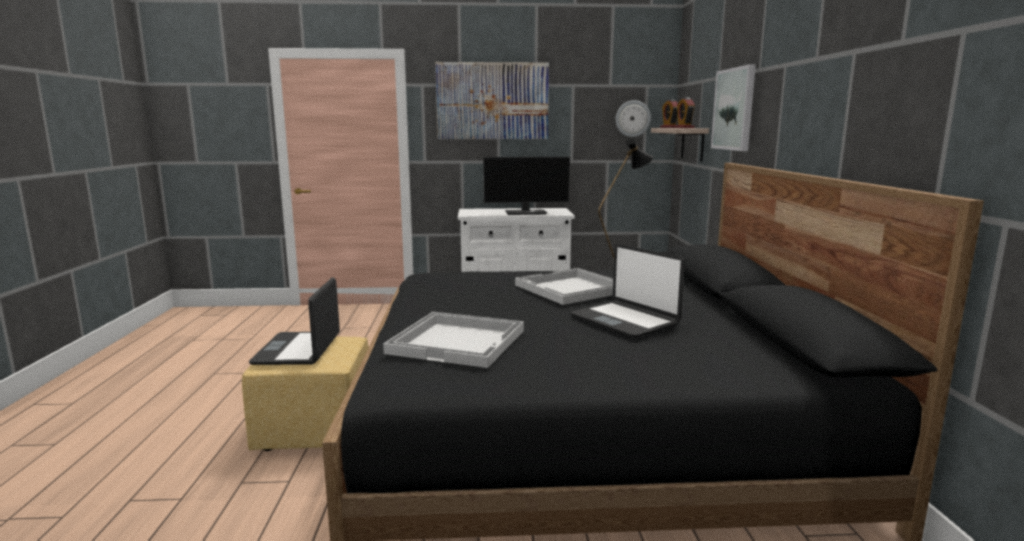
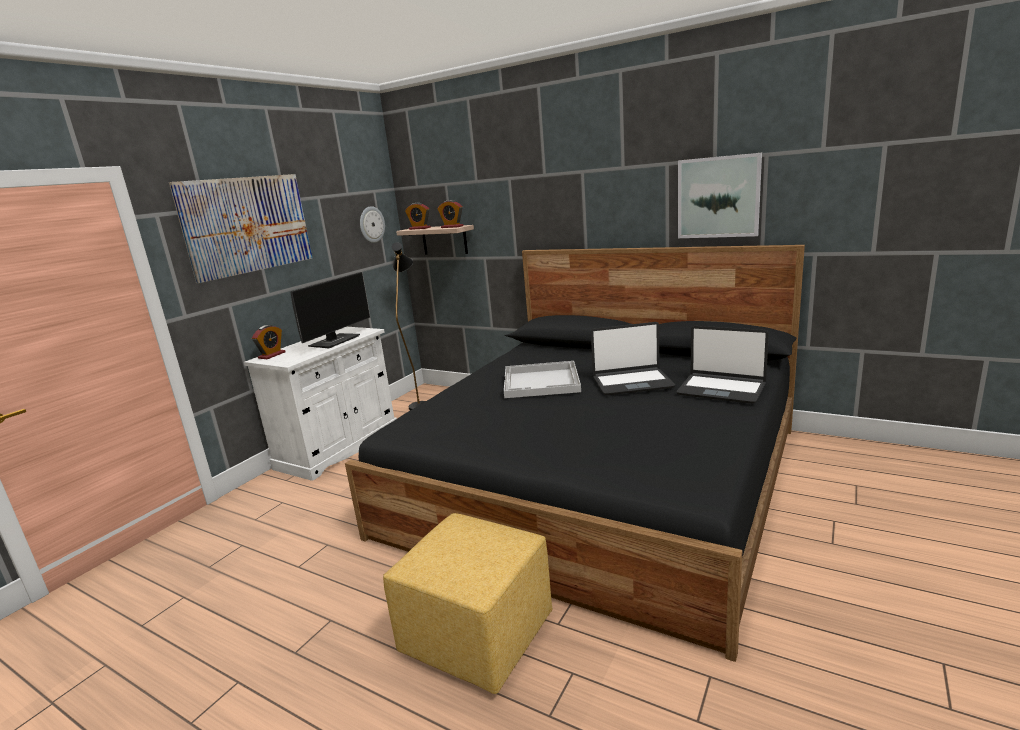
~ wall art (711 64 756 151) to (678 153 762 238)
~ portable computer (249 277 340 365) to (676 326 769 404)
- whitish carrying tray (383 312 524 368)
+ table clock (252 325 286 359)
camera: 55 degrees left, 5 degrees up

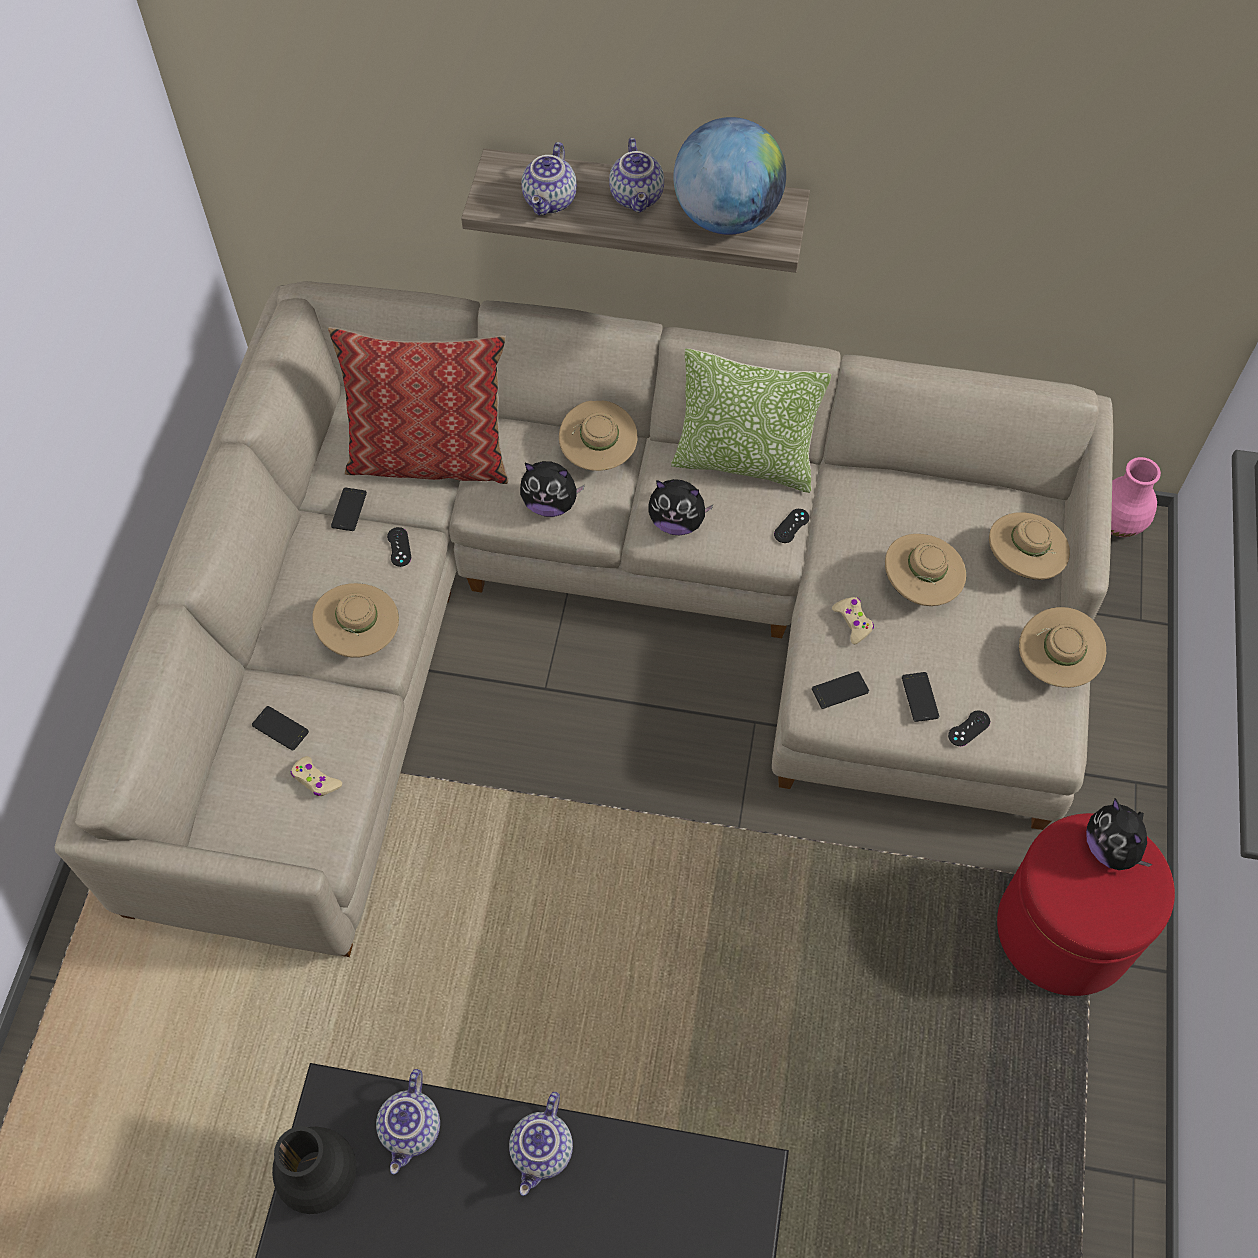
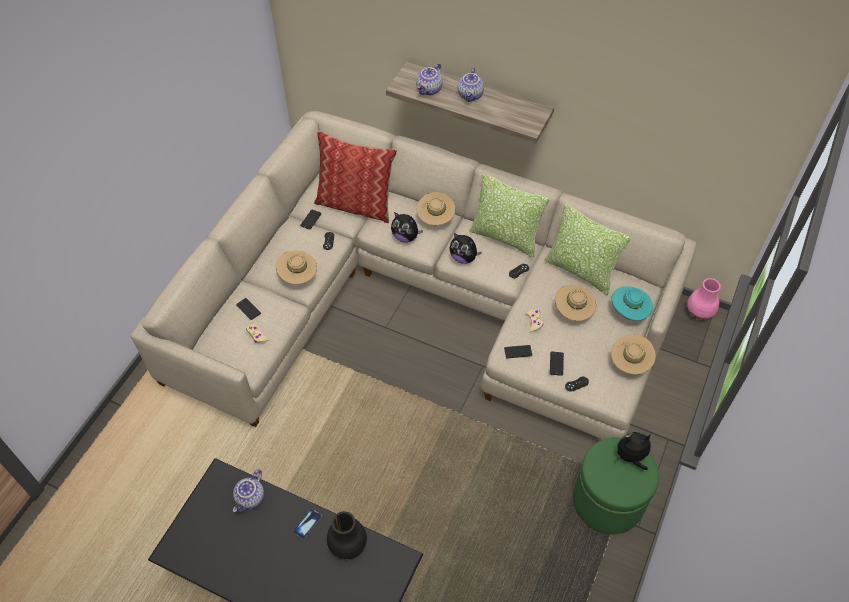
- globe (673 117 786 235)
~ beige-coloured clothing hat (989 512 1070 580) to turquoise-coloured clothing hat (612 286 653 321)
~ soft toy (1086 798 1153 870) = (617 432 651 470) 90 degrees clockwise
~ red pouffe (997 813 1175 996) to green pouffe (573 437 659 534)
~ tea pot (509 1092 573 1196) to phone (293 508 322 539)
~ black decorative vase (272 1126 357 1214) to (327 511 367 559)
+ cushion (544 204 631 295)
camera: 15 degrees right, 5 degrees down

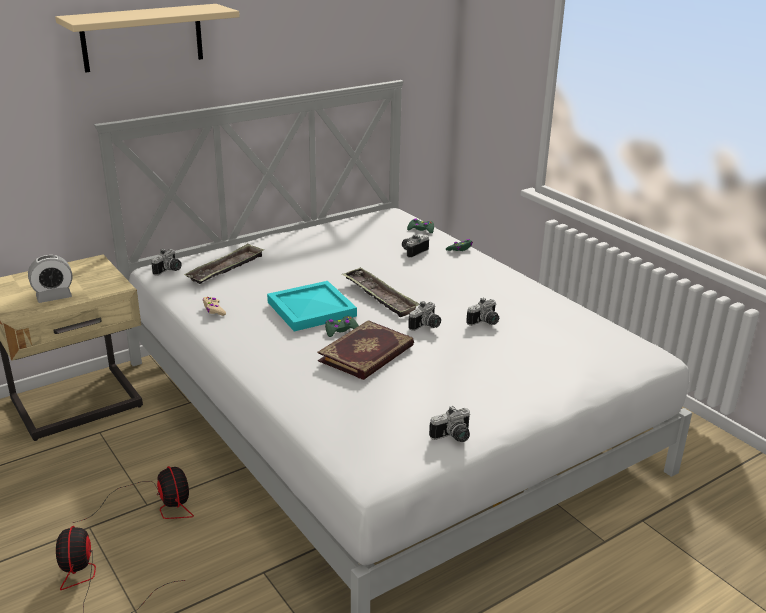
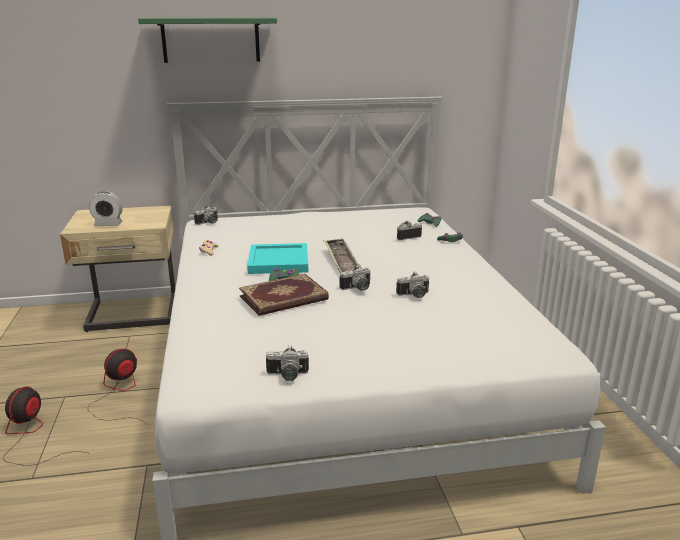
~ beige-coloured shelf (55 4 240 72) to green shelf (138 18 277 63)
- carrying tray (184 243 264 284)
~ cooling fan (73 466 194 523) = (89 349 145 423) 135 degrees counterclockwise
camera: 25 degrees right, 5 degrees down

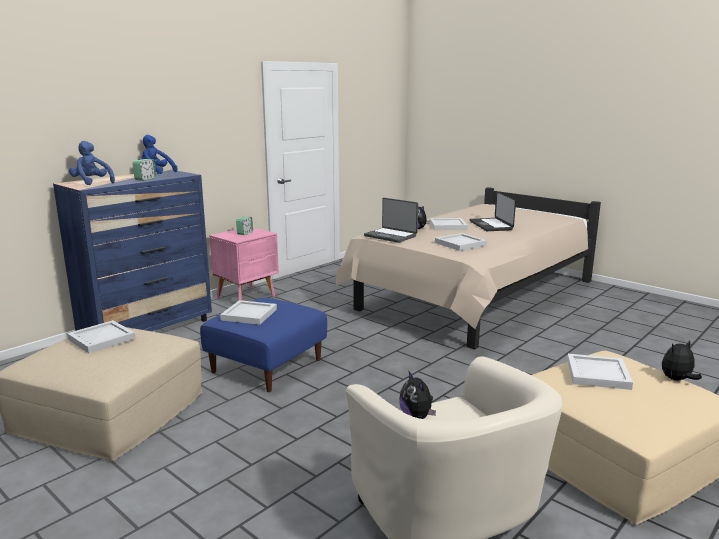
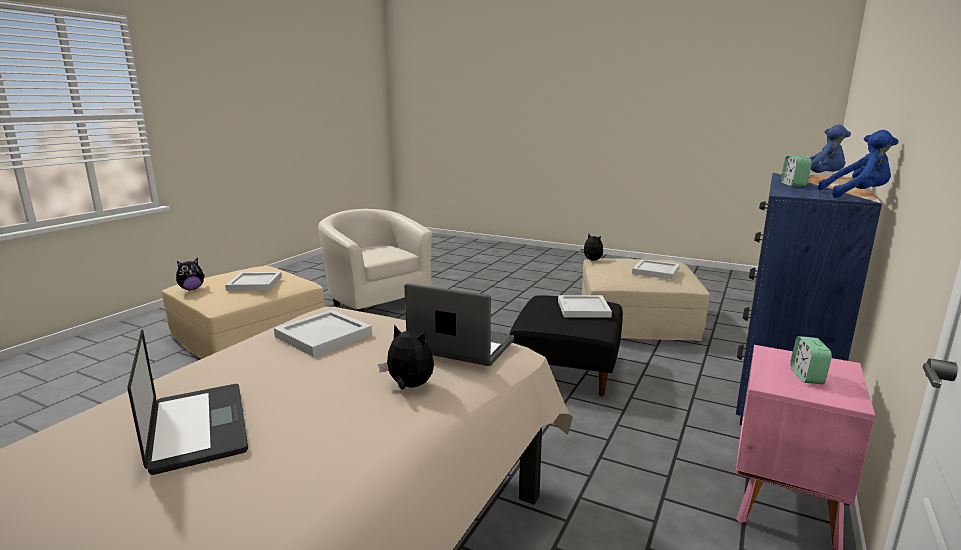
- whitish carrying tray (430 218 468 230)
~ blue-coloured pouffe (200 298 327 392) to black pouffe (510 295 623 396)
~ soft toy (399 370 436 419) to (580 234 603 261)
camera: 165 degrees right, 0 degrees up

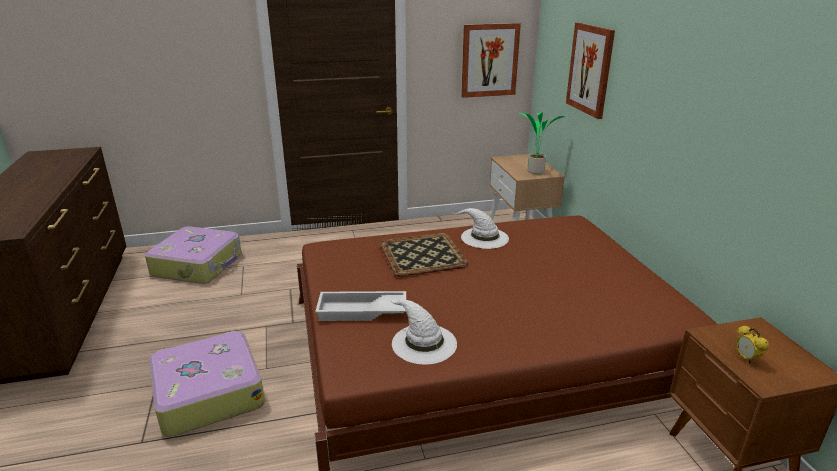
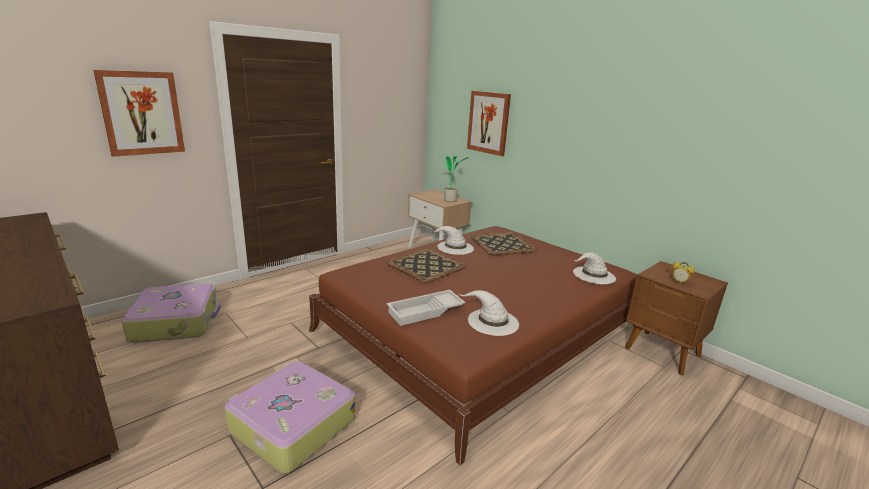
~ wall art (461 23 521 98) to (93 70 185 157)
+ carrying tray (471 233 537 256)
+ whitish clothing hat (573 252 616 284)
camera: 30 degrees left, 5 degrees down

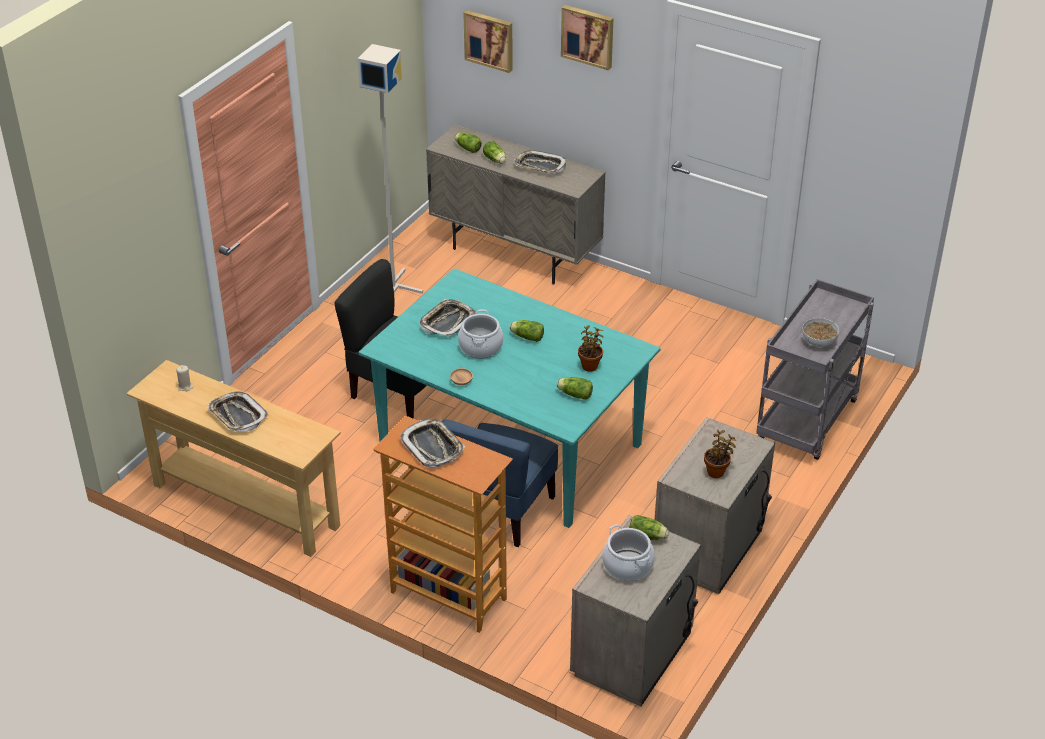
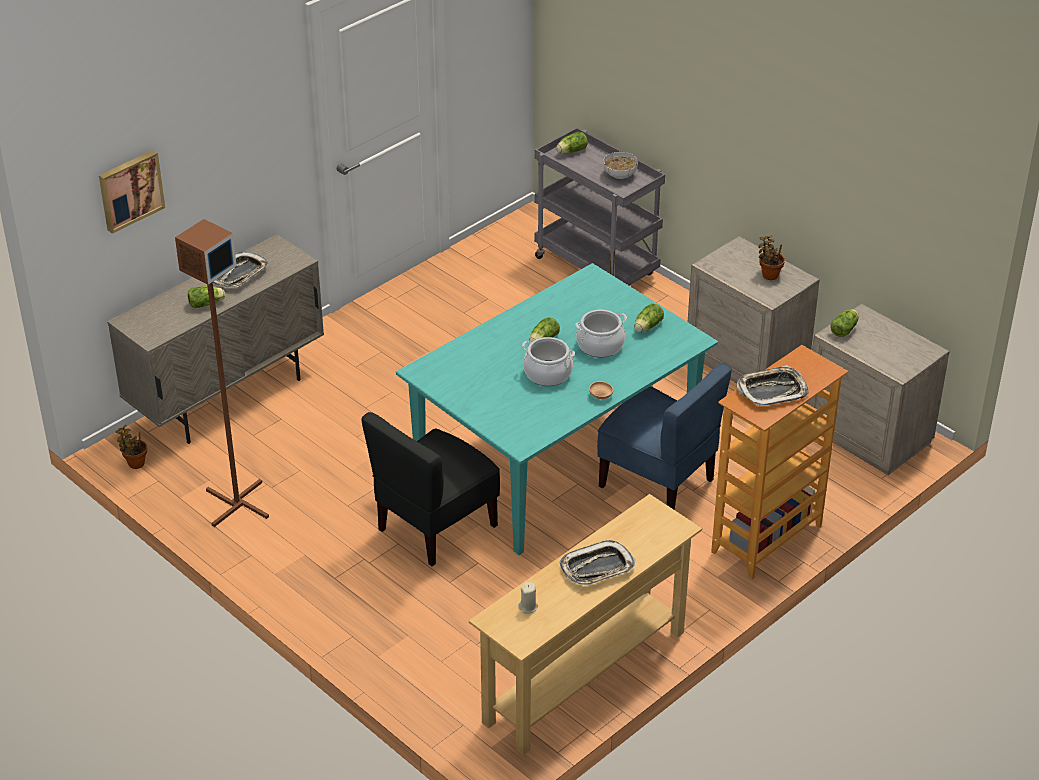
- wall art (561 5 614 70)
~ greyish standard lamp (357 44 423 294) to brown standard lamp (175 219 269 527)
~ lettuce (455 132 482 153) to (556 132 588 154)
- carrying tray (420 299 476 337)
~ plant in a pot (578 325 603 372) to (115 425 147 469)
~ cooking pot (602 524 655 581) to (575 310 627 358)
camera: 75 degrees left, 0 degrees up

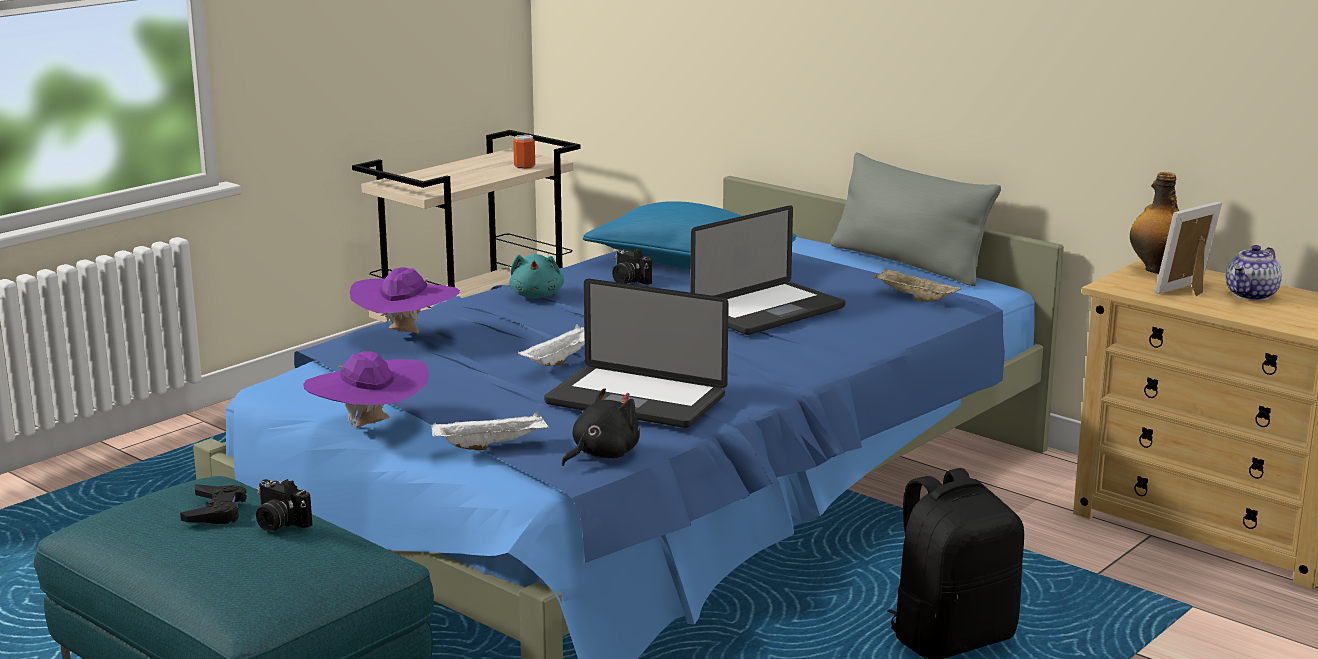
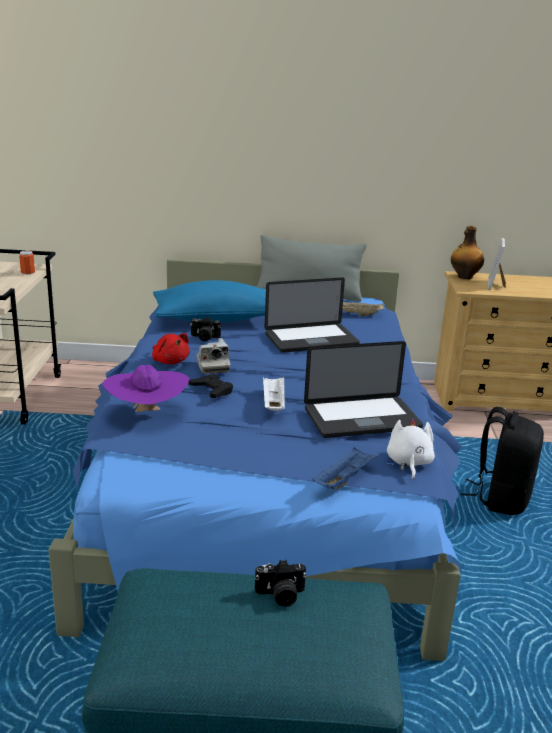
~ portable computer (691 205 845 335) = (264 278 360 353) 60 degrees clockwise
- tea pot (1226 245 1282 301)
~ turquoise-coloured soft toy (509 254 564 298) to red soft toy (152 333 190 364)
- purple-coloured clothing hat (303 351 429 427)
~ black soft toy (561 388 640 466) to whitish soft toy (387 419 435 480)
~ whitish carrying tray (431 411 549 450) to blue-coloured carrying tray (312 447 377 489)
~ black game controller (180 484 247 524) to (189 374 233 398)
+ still camera (196 338 230 374)
camera: 40 degrees left, 5 degrees up

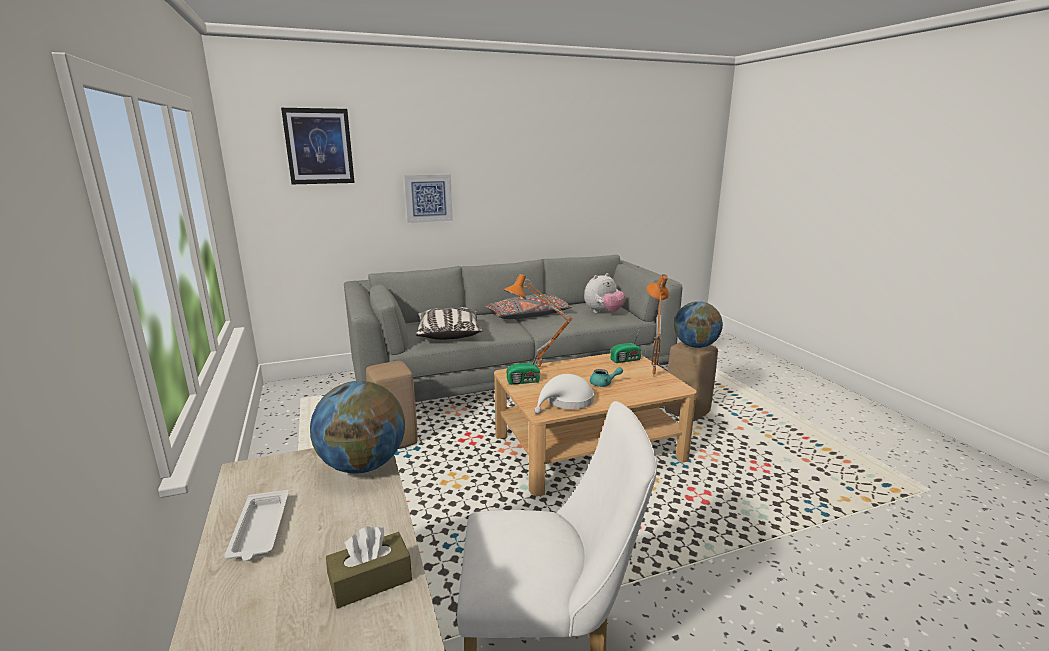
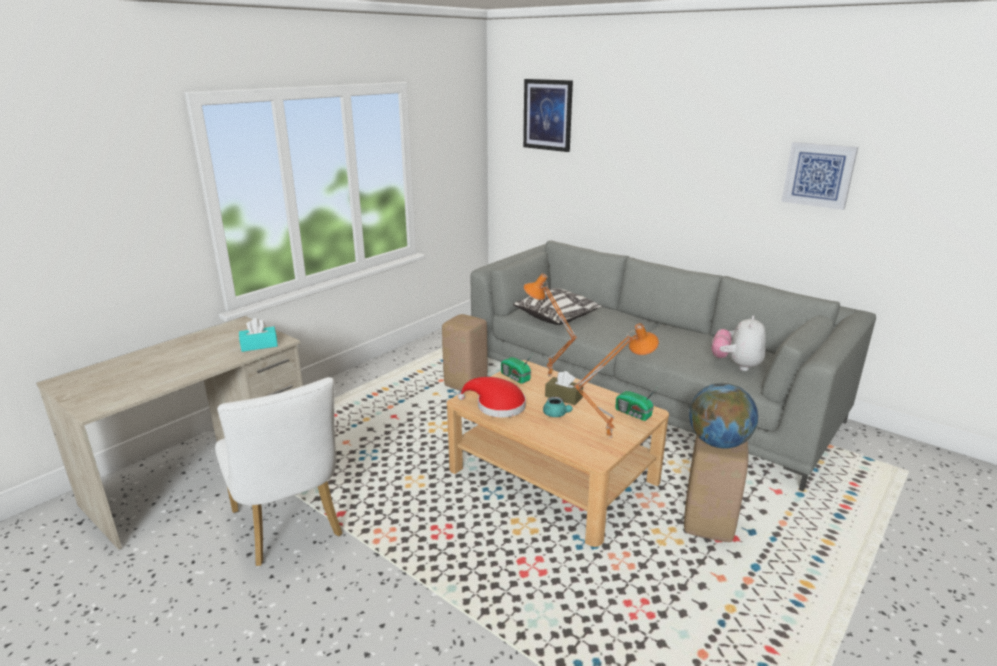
~ wall art (404 174 453 223) to (781 142 858 210)
~ soft toy (584 273 626 313) = (712 315 766 371) 90 degrees clockwise
- greyish cushion (485 294 572 319)
~ whitish clothing hat (534 374 594 414) to red clothing hat (458 377 526 418)
~ globe (310 381 405 474) to turquoise-coloured box of tissues (239 318 278 352)
- whitish carrying tray (224 490 289 561)
~ brown box of tissues (326 526 412 609) to (545 371 583 405)
camera: 60 degrees right, 5 degrees up

